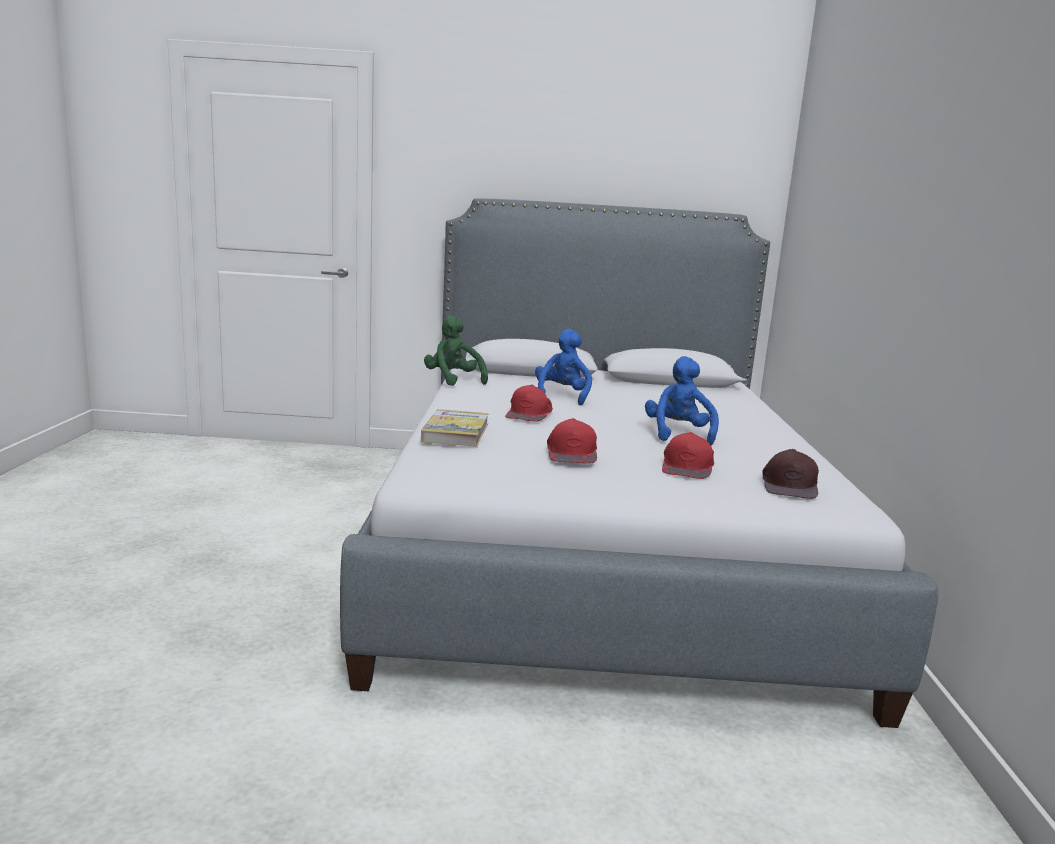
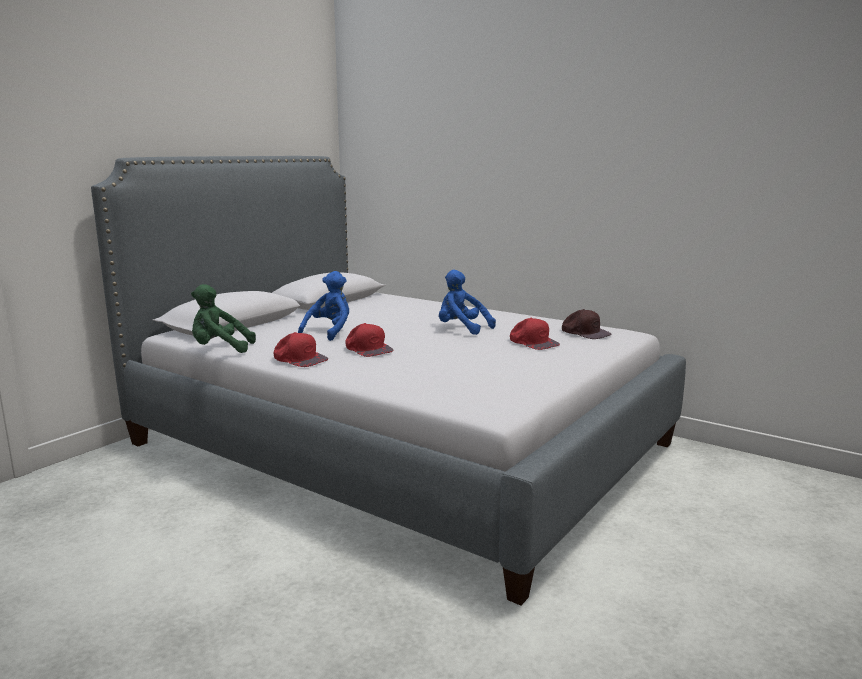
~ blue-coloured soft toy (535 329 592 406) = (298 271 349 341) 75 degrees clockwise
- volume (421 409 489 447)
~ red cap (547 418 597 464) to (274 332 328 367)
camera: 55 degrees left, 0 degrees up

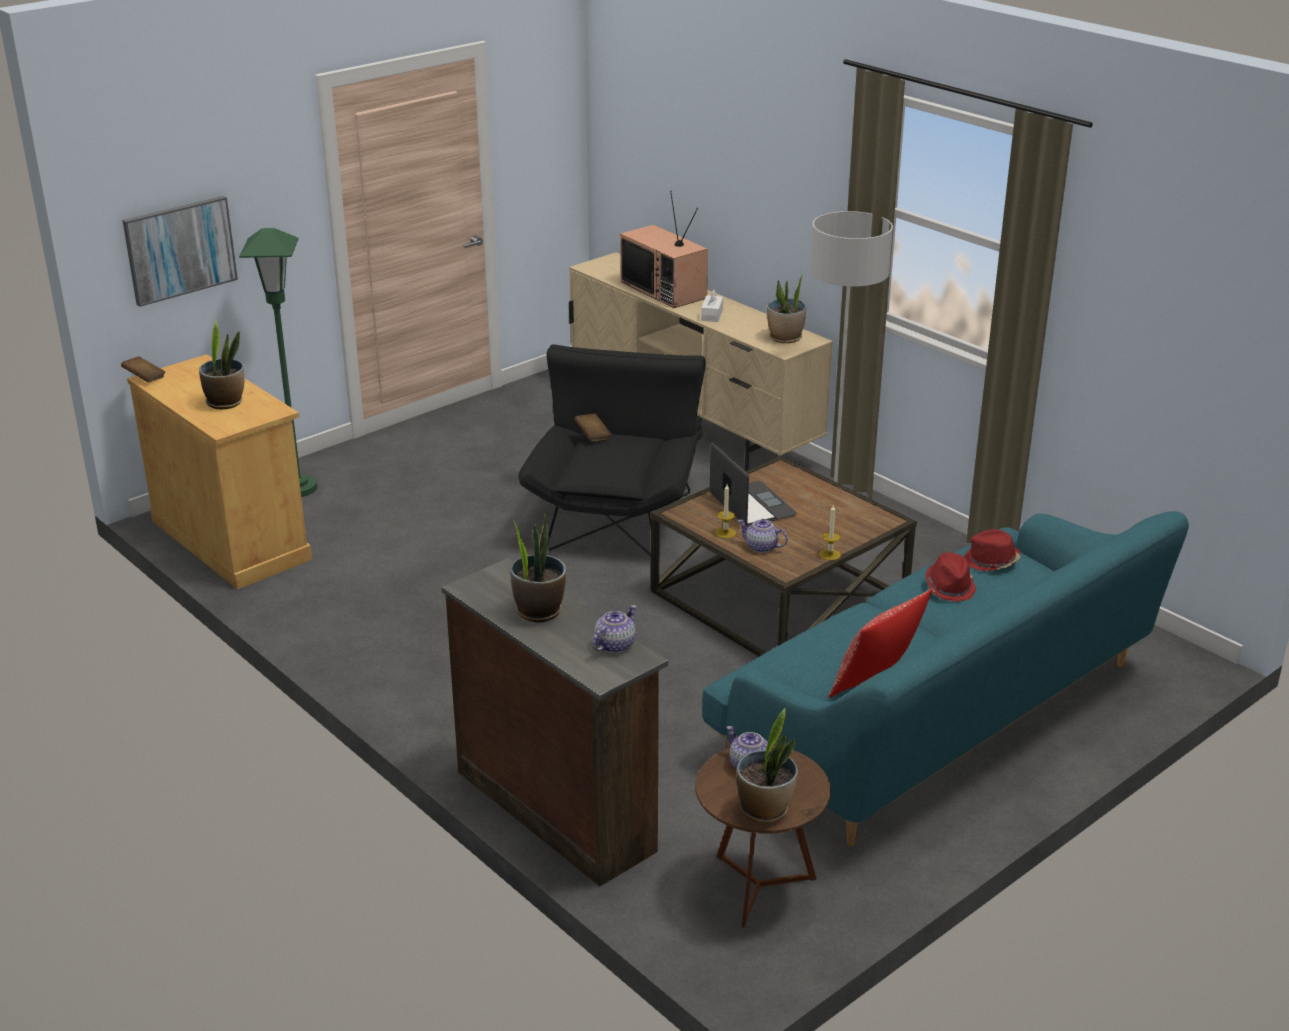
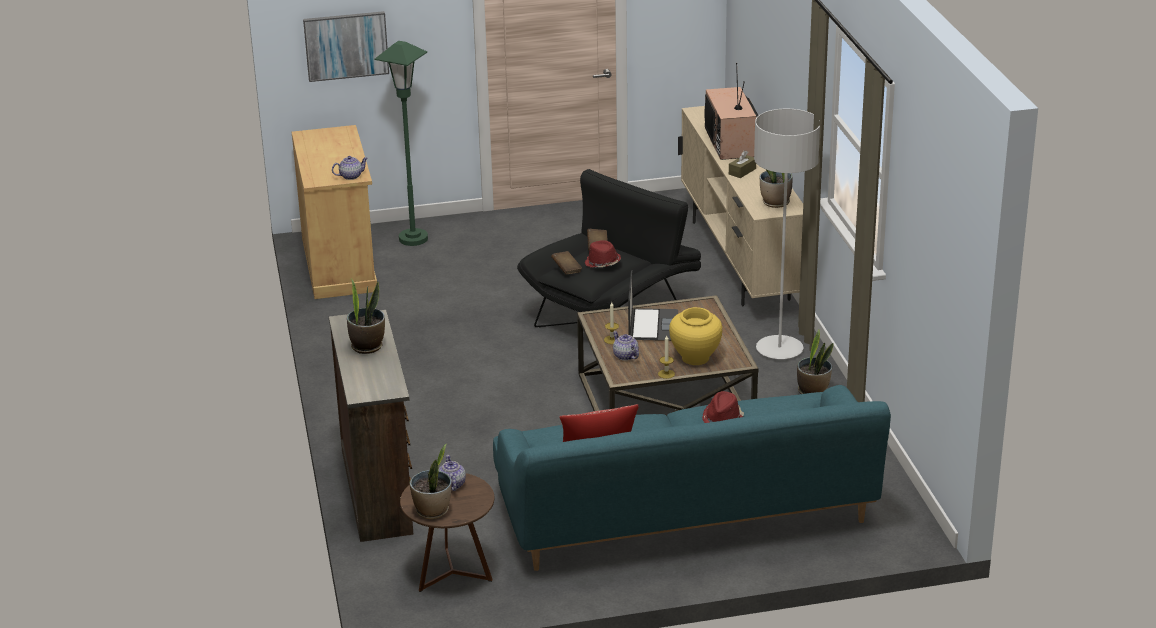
~ whitish box of tissues (701 289 723 322) to brown box of tissues (729 151 756 178)
~ plant in a pot (199 320 244 409) to (797 329 834 394)
~ brown volume (121 356 165 382) to (551 251 582 275)
~ red clothing hat (964 529 1021 571) to (585 240 621 268)
~ tea pot (592 605 637 653) to (332 156 368 180)
+ yellow decorative vase (669 307 722 365)
camera: 30 degrees right, 0 degrees up

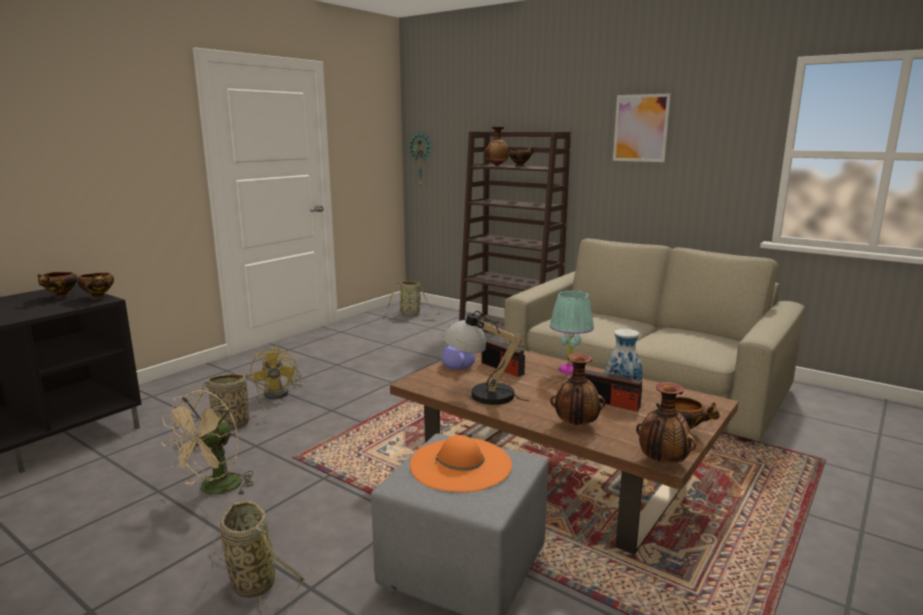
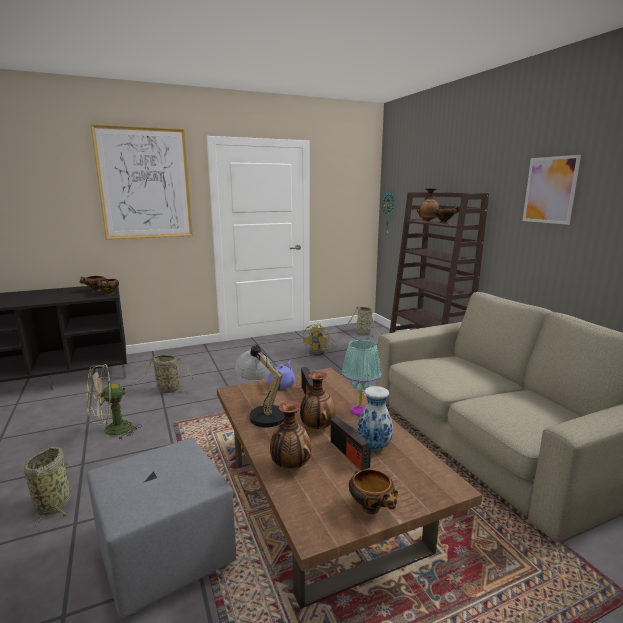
~ yellow cooling fan (250 346 303 399) to (303 324 337 356)
~ decorative vase (636 382 696 463) to (300 371 335 429)
- orangey clothing hat (410 435 512 492)
+ wall art (91 124 193 240)
camera: 30 degrees right, 0 degrees up

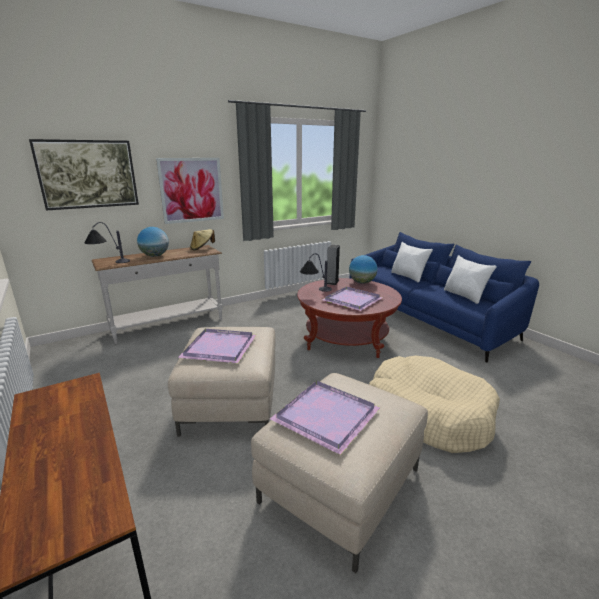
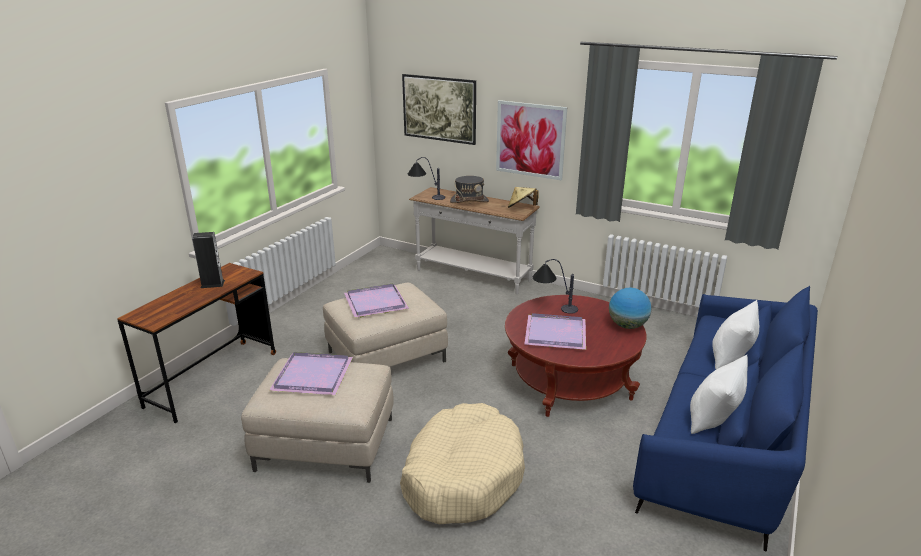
~ globe (137 227 169 257) to greyish clothing hat (450 176 489 203)
~ speaker (327 244 340 285) to (192 232 225 288)
camera: 60 degrees right, 5 degrees up

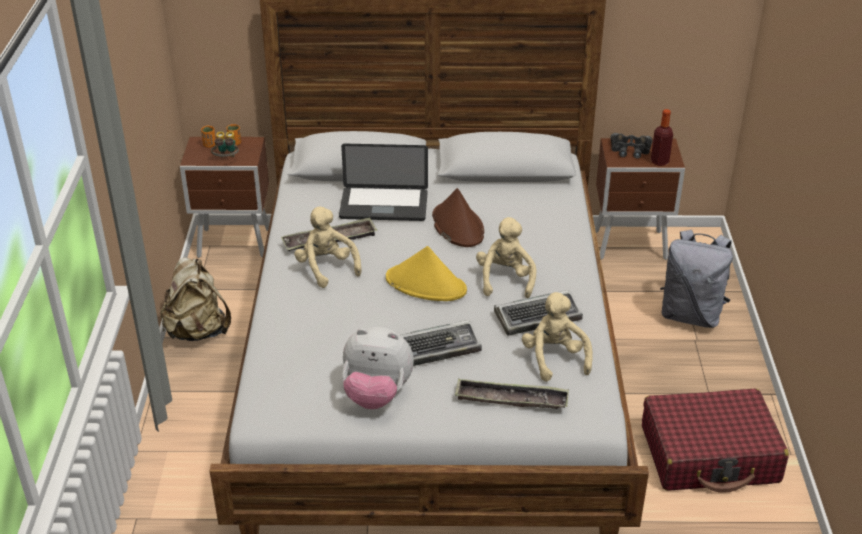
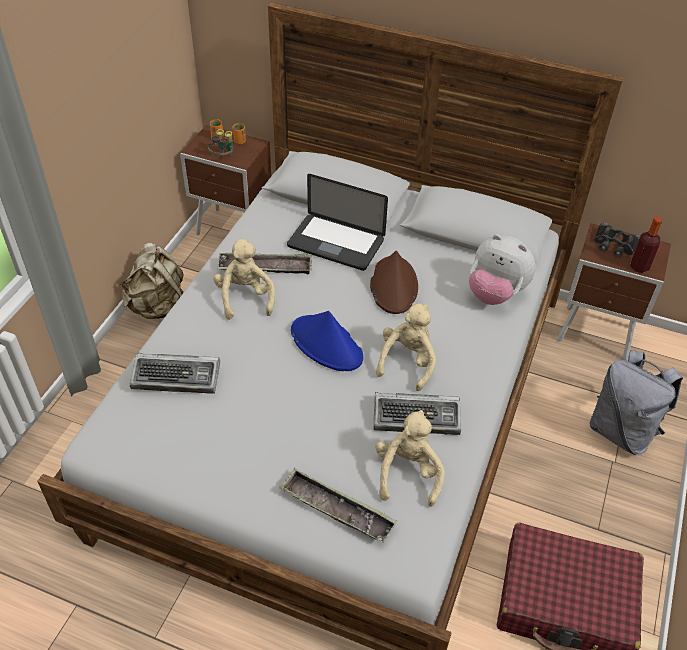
~ yellow clothing hat (386 246 467 301) to blue-coloured clothing hat (291 311 363 371)
~ PC keyboard (400 320 482 366) to (130 353 220 394)
~ soft toy (342 327 414 409) to (469 234 536 305)
camera: 20 degrees right, 10 degrees up

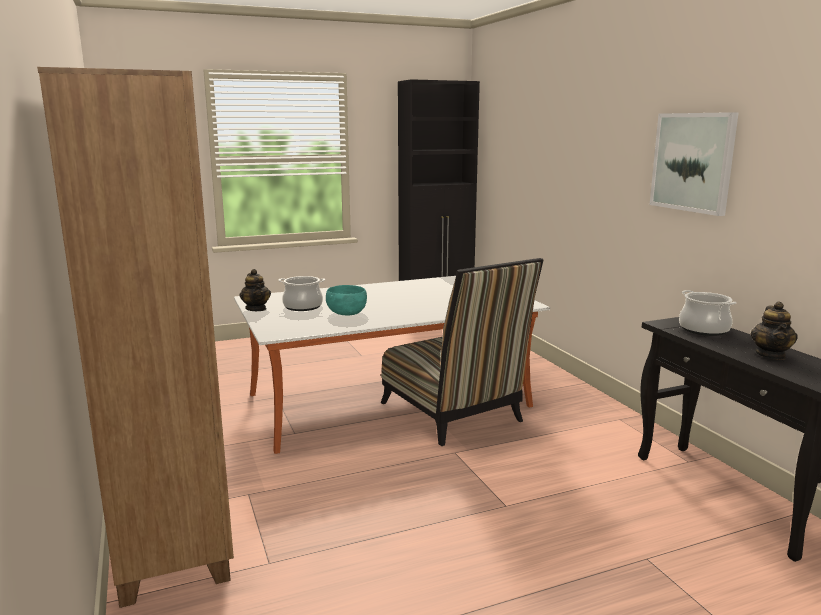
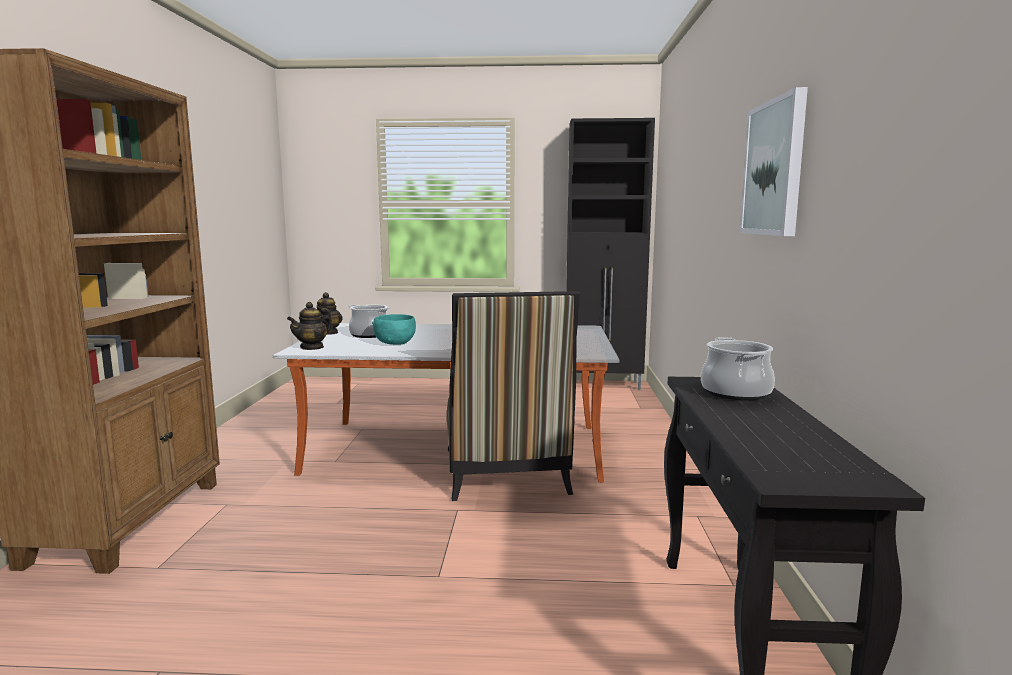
~ tea pot (751 301 798 360) to (287 302 333 350)
camera: 25 degrees right, 5 degrees down

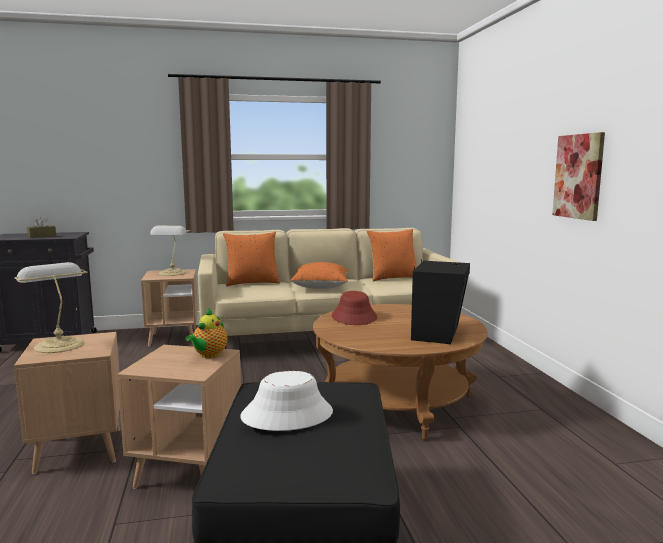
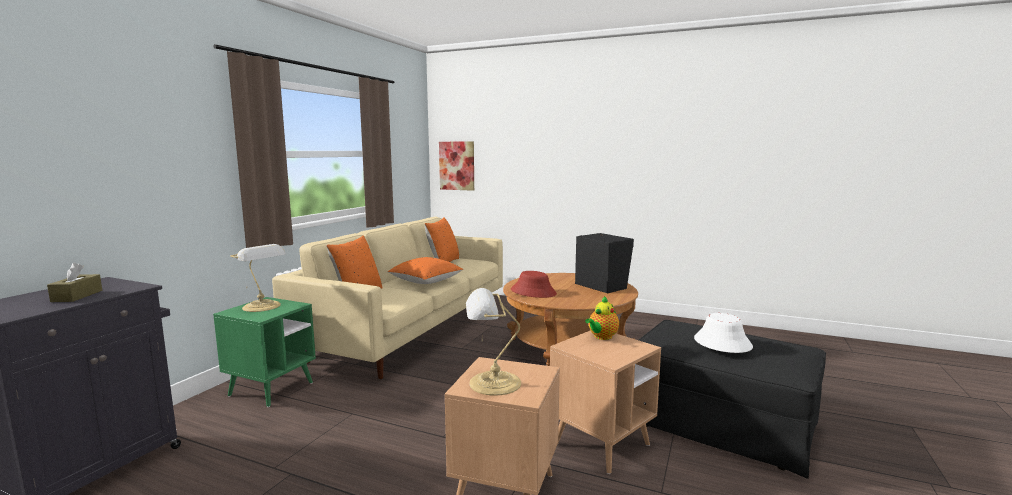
~ wall art (552 132 605 221) to (439 141 474 191)
~ brown accent table (141 269 198 347) to green accent table (213 297 316 407)
~ tea pot (185 308 228 358) = (585 296 619 340) 75 degrees clockwise
camera: 55 degrees left, 0 degrees up

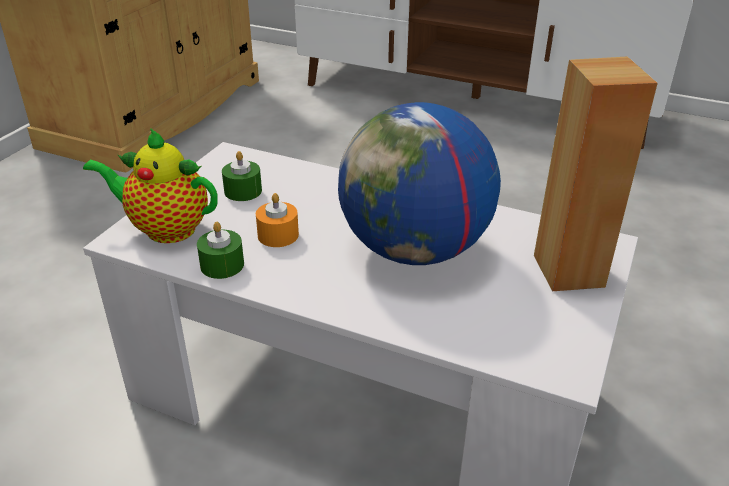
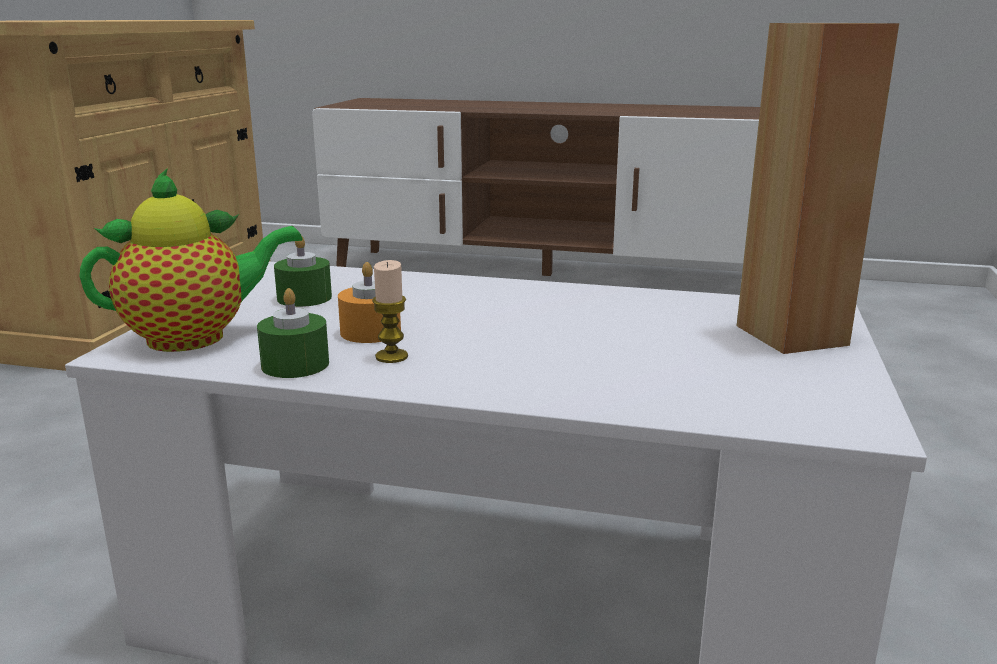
- globe (338 102 501 265)
~ tea pot (83 128 218 243) = (79 168 302 352) 150 degrees clockwise
+ wax light (372 260 408 363)
camera: 10 degrees left, 15 degrees down

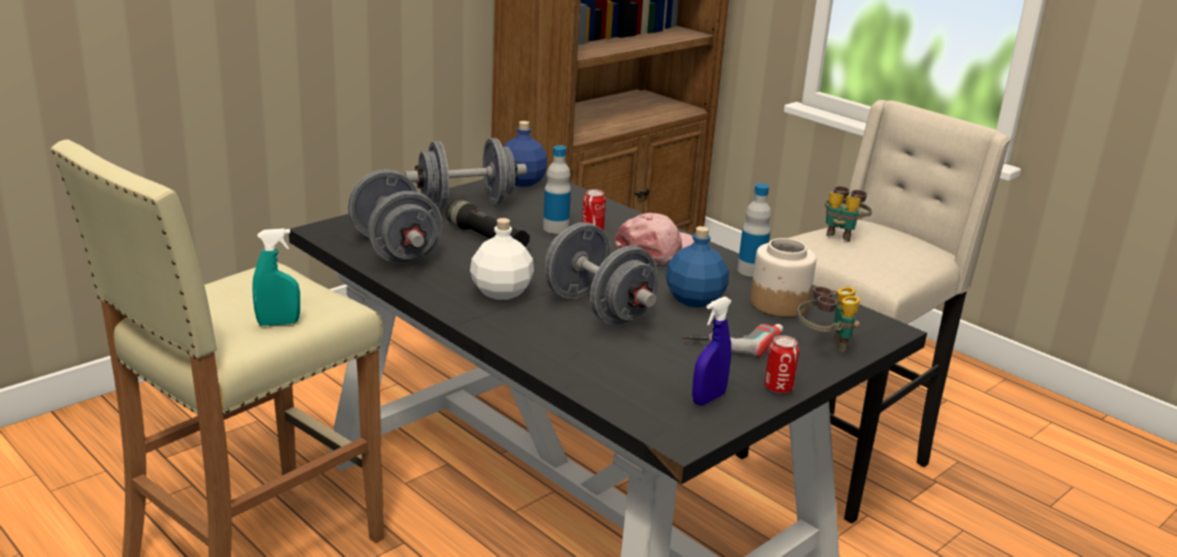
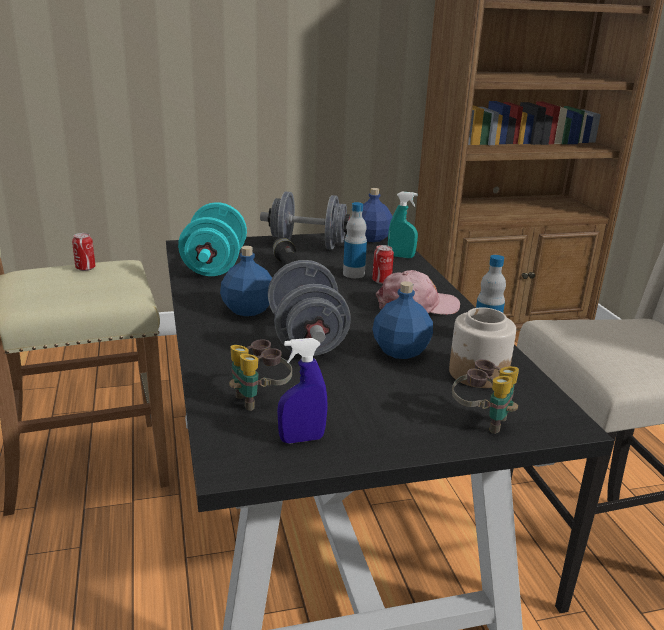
~ greyish dumbbell (348 169 442 264) to turquoise-coloured dumbbell (178 202 247 276)
~ field glasses (825 186 872 242) to (229 339 292 411)
~ whitish drink bottle (470 218 534 300) to blue-coloured drink bottle (220 246 272 316)
~ turquoise-coloured sprayer (252 228 300 326) to (388 192 418 258)
- drill (682 324 783 358)
~ can (764 335 799 394) to (72 233 95 271)
camera: 30 degrees right, 0 degrees up

